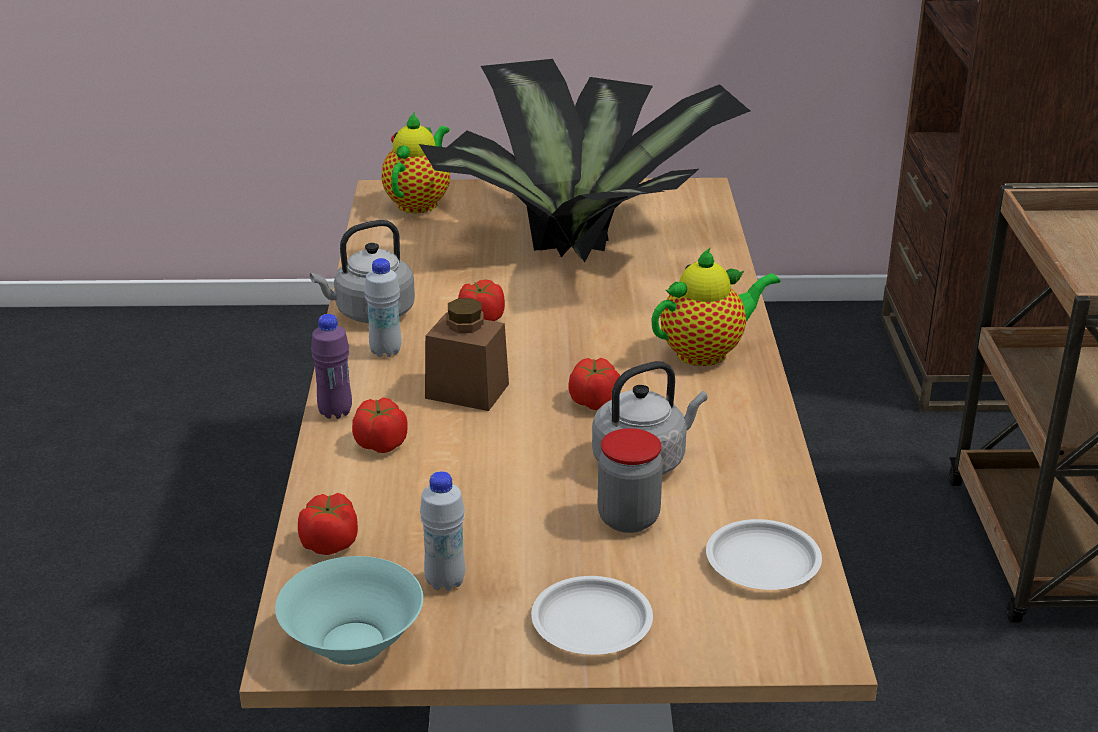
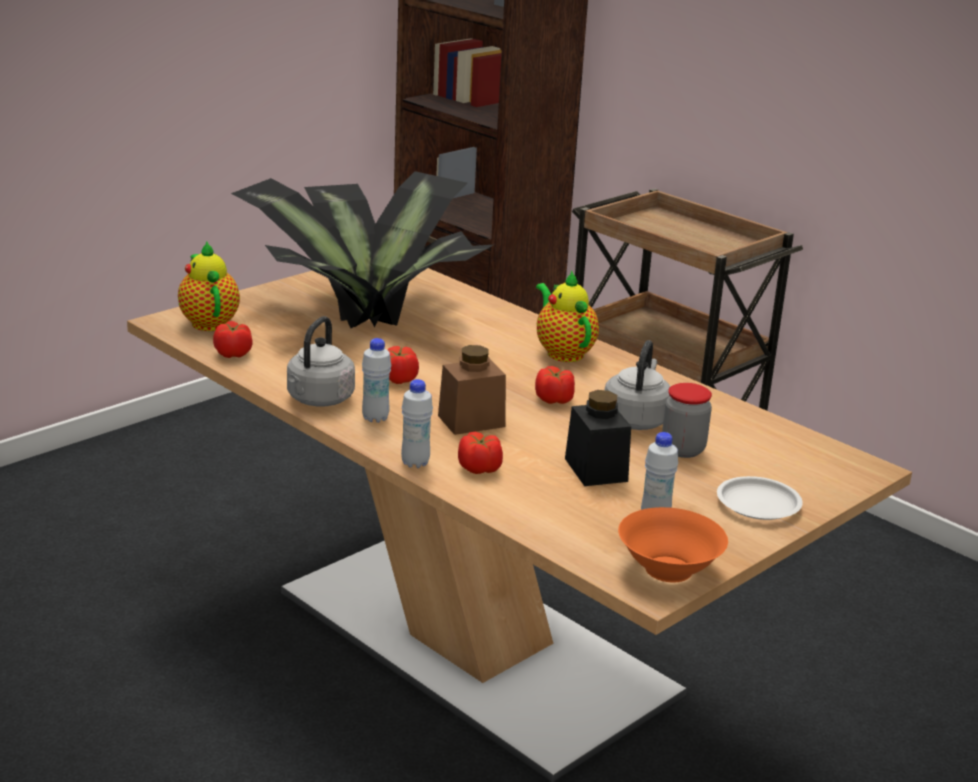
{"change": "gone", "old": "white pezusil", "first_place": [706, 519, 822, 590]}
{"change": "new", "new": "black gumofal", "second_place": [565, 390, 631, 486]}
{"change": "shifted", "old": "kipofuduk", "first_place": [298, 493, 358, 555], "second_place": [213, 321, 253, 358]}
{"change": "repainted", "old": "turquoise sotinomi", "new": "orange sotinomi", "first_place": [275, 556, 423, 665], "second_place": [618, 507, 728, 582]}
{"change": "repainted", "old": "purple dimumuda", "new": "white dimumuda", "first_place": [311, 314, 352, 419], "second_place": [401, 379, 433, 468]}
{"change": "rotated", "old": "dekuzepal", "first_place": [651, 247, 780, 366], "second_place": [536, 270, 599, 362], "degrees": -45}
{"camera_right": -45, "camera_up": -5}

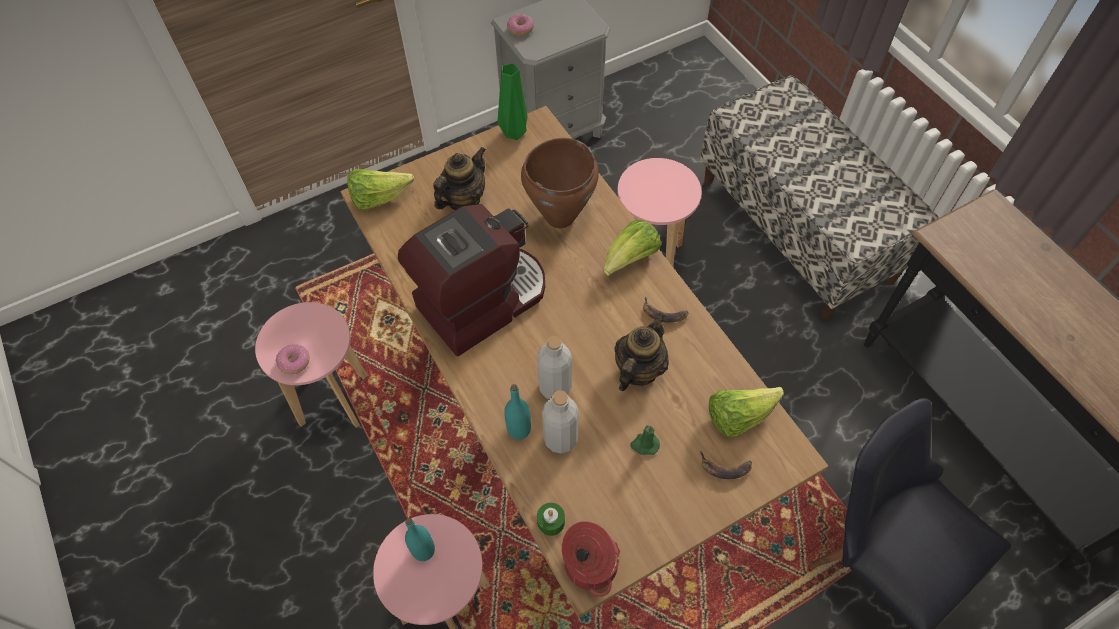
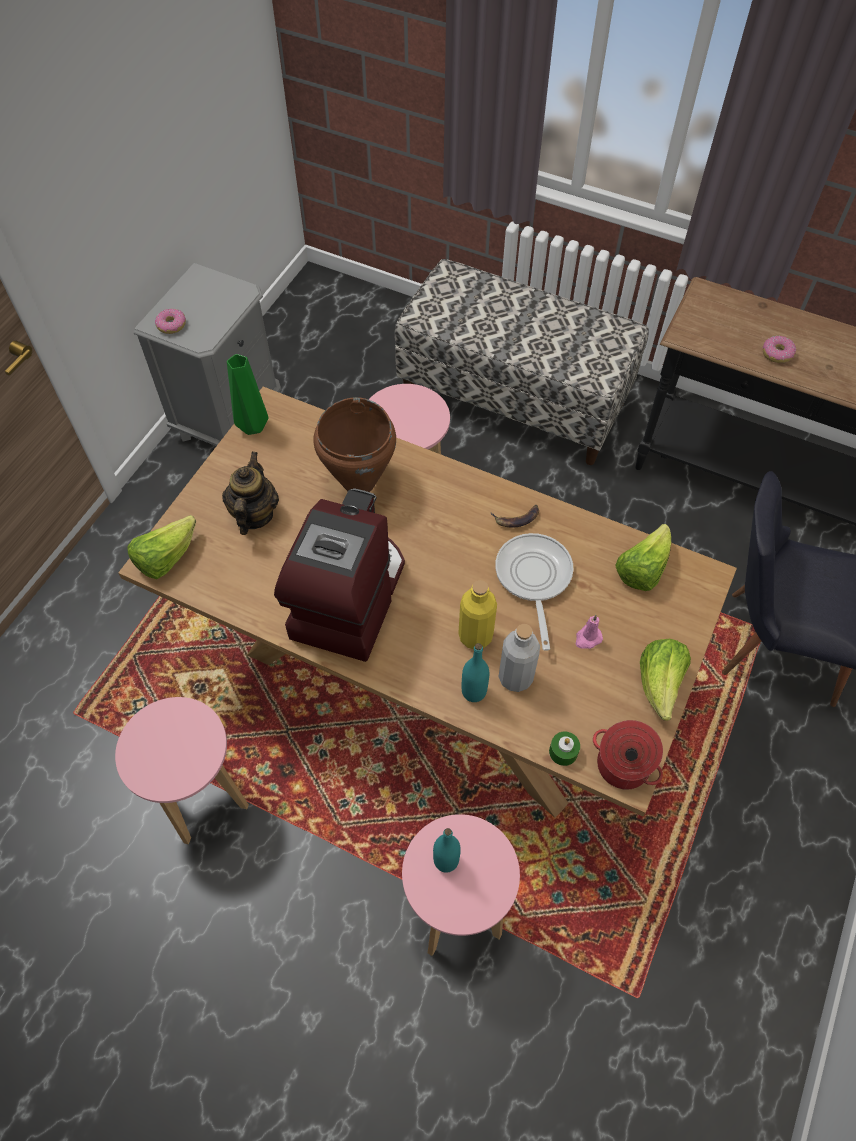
{"change": "gone", "old": "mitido", "first_place": [700, 450, 752, 479]}
{"change": "shifted", "old": "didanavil", "first_place": [276, 344, 310, 374], "second_place": [763, 336, 796, 363]}
{"change": "shifted", "old": "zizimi", "first_place": [604, 220, 661, 276], "second_place": [640, 639, 691, 721]}
{"change": "swapped", "old": "dekuzepal", "new": "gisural", "first_place": [614, 313, 669, 391], "second_place": [495, 533, 573, 651]}
{"change": "repainted", "old": "grey dimumuda", "new": "yellow dimumuda", "first_place": [537, 335, 572, 399], "second_place": [459, 580, 497, 649]}
{"change": "repainted", "old": "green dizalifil", "new": "pink dizalifil", "first_place": [630, 425, 660, 455], "second_place": [576, 615, 603, 649]}
{"camera_right": -35, "camera_up": 0}

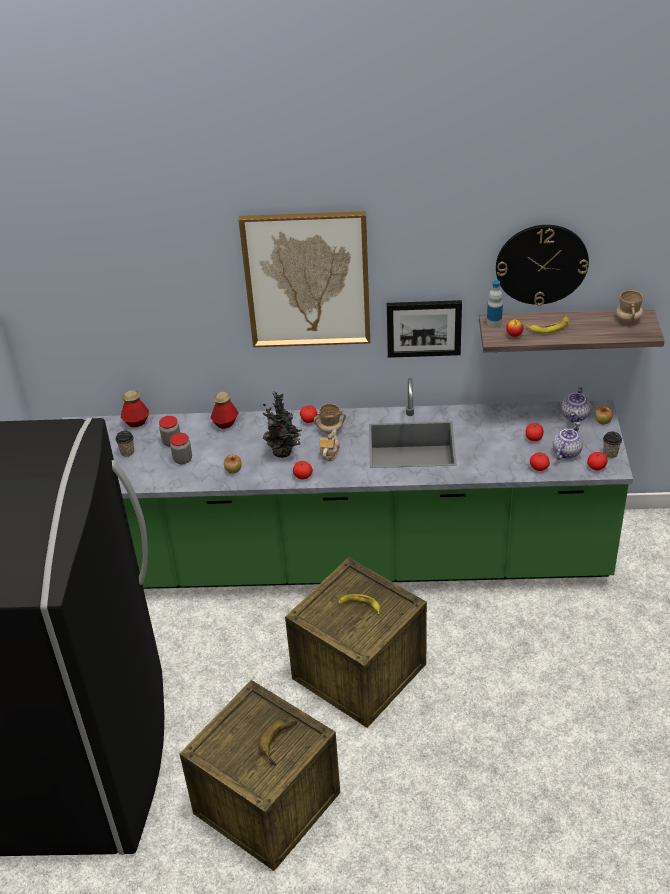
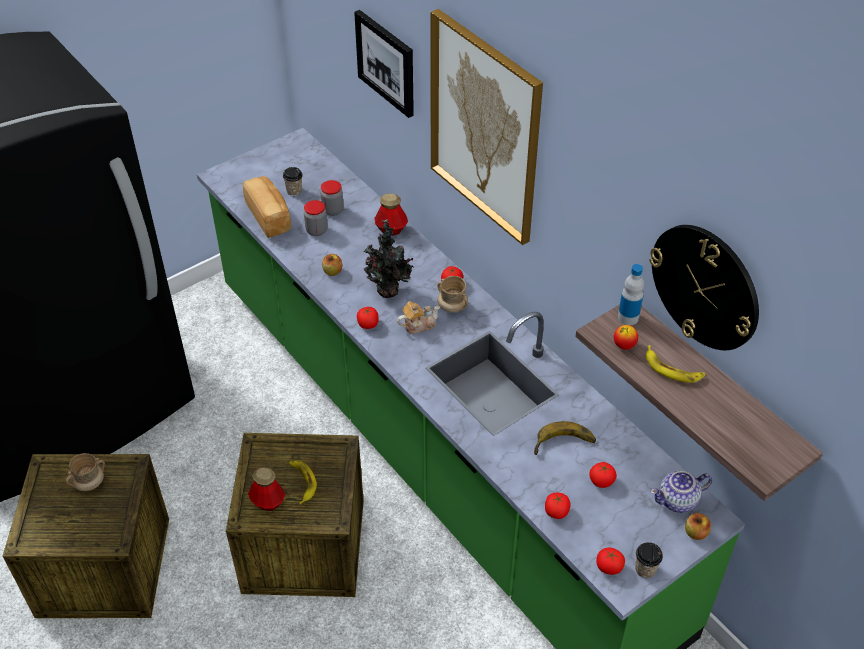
{"change": "gone", "old": "dekuzepal", "first_place": [553, 422, 583, 460]}
{"change": "new", "new": "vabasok", "second_place": [243, 176, 291, 238]}
{"change": "shifted", "old": "dimumuda", "first_place": [121, 390, 149, 427], "second_place": [248, 467, 285, 511]}
{"change": "shifted", "old": "mitido", "first_place": [259, 718, 297, 766], "second_place": [534, 421, 596, 455]}
{"change": "shifted", "old": "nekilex", "first_place": [387, 300, 462, 358], "second_place": [354, 10, 414, 118]}
{"change": "shifted", "old": "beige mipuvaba", "first_place": [616, 290, 643, 323], "second_place": [66, 453, 105, 491]}
{"camera_right": 50, "camera_up": 5}

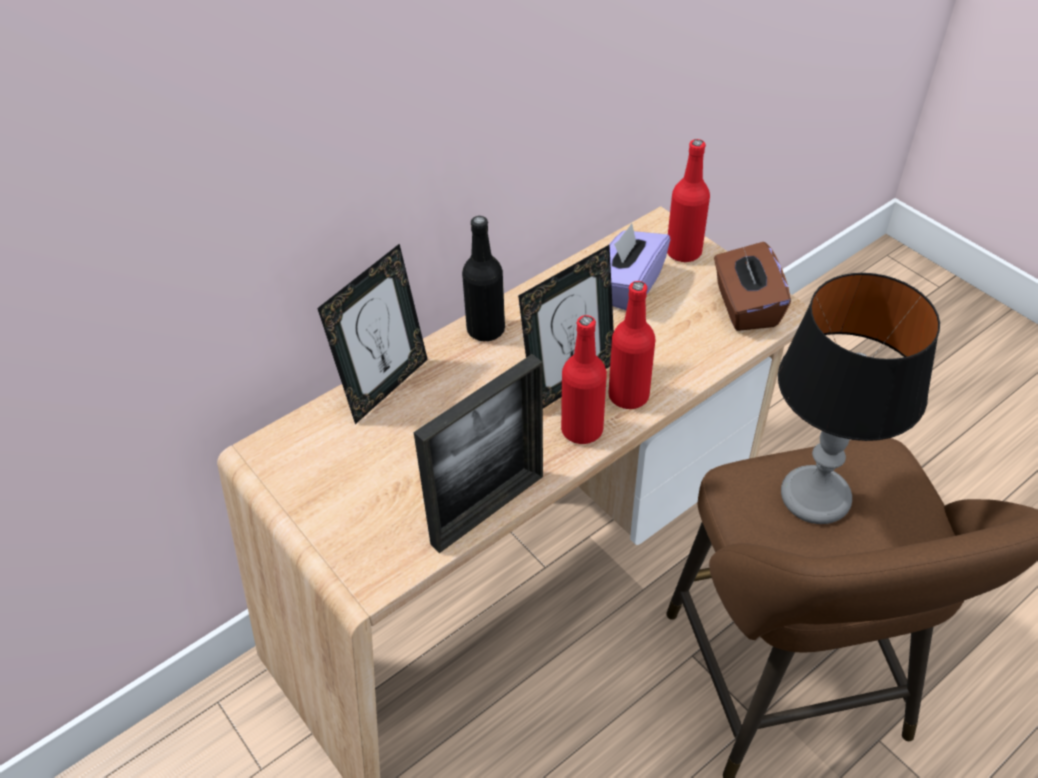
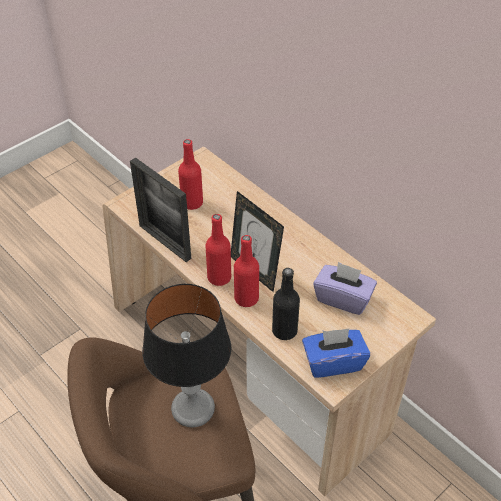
{"change": "gone", "old": "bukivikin", "first_place": [317, 244, 428, 424]}
{"change": "shifted", "old": "black dimumuda", "first_place": [462, 216, 505, 341], "second_place": [272, 268, 300, 340]}
{"change": "shifted", "old": "red dimumuda", "first_place": [667, 139, 710, 262], "second_place": [178, 139, 203, 210]}
{"change": "repainted", "old": "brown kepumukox", "new": "blue kepumukox", "first_place": [714, 242, 791, 331], "second_place": [302, 328, 370, 378]}
{"camera_right": 85, "camera_up": 0}

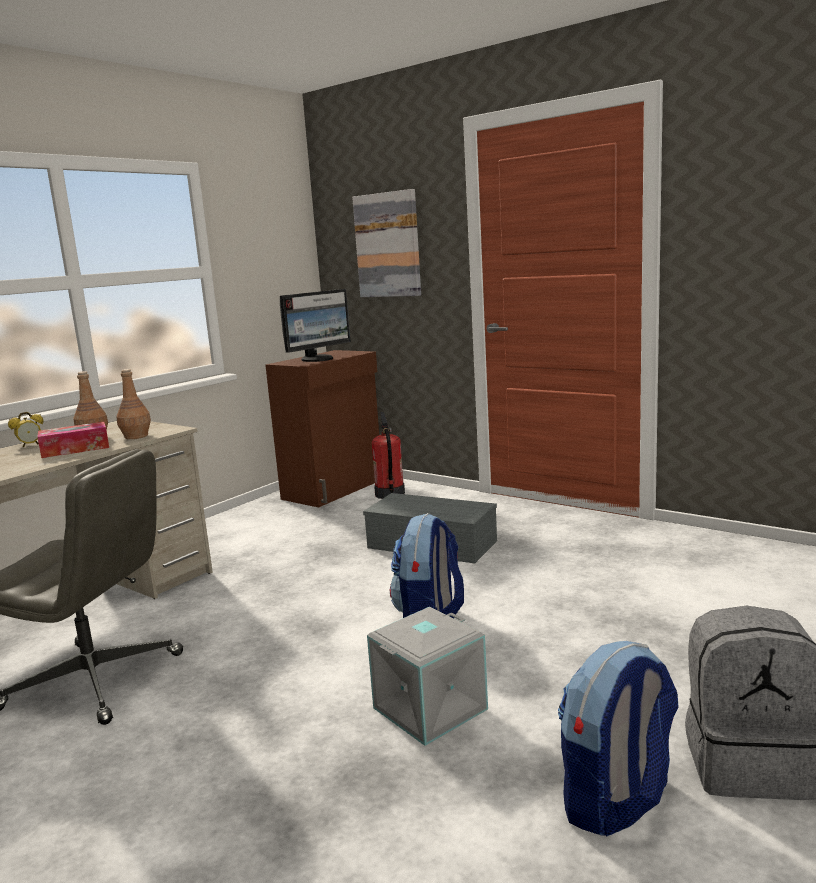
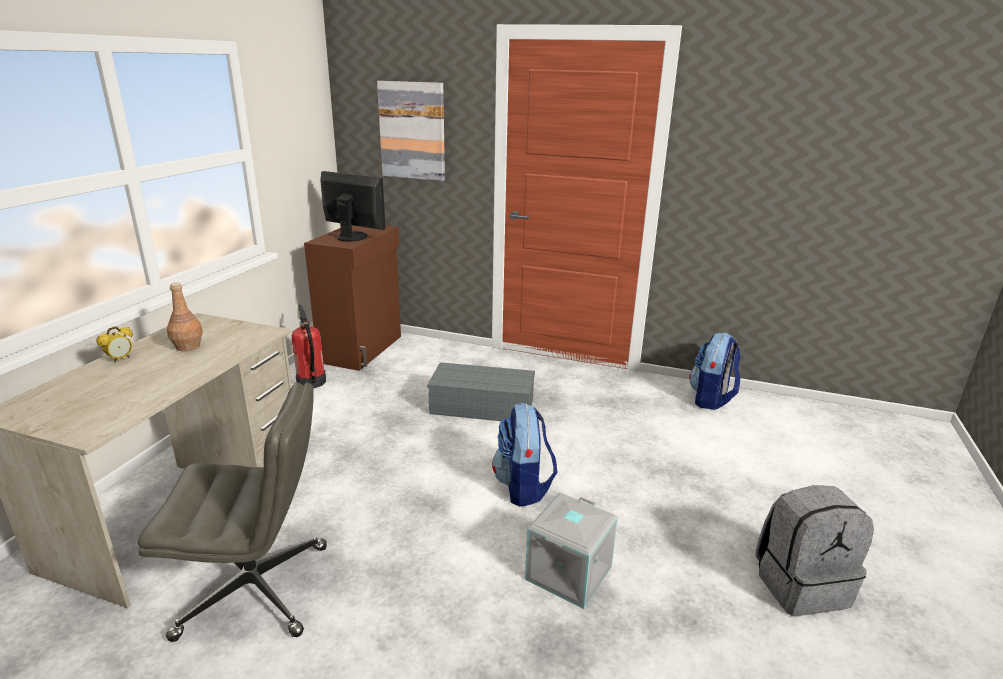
{"change": "gone", "old": "kepumukox", "first_place": [37, 422, 109, 458]}
{"change": "gone", "old": "brown dimumuda", "first_place": [116, 369, 151, 439]}
{"change": "shifted", "old": "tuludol", "first_place": [372, 412, 405, 499], "second_place": [291, 304, 326, 388]}
{"change": "shifted", "old": "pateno", "first_place": [558, 641, 679, 836], "second_place": [689, 333, 741, 410]}
{"change": "rotated", "old": "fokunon", "first_place": [280, 289, 351, 362], "second_place": [320, 171, 386, 242], "degrees": -90}
{"camera_right": -20, "camera_up": 10}

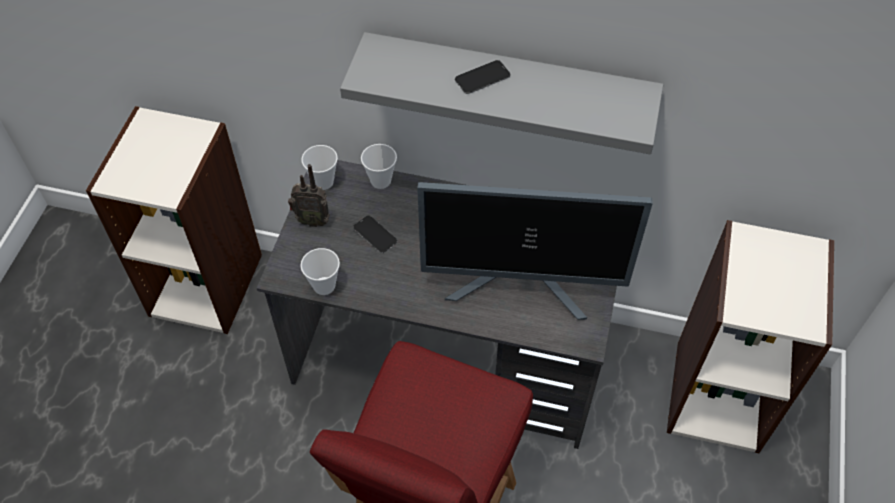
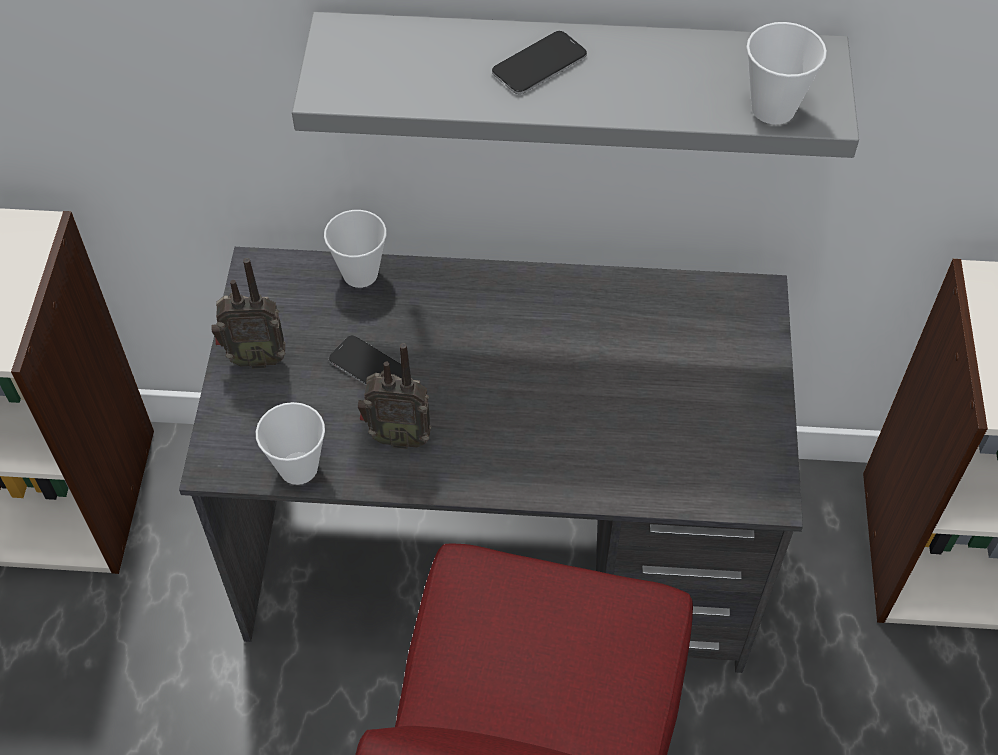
{"change": "gone", "old": "fokunon", "first_place": [417, 182, 653, 320]}
{"change": "new", "new": "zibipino", "second_place": [358, 343, 431, 449]}
{"change": "shifted", "old": "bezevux", "first_place": [301, 145, 338, 190], "second_place": [747, 22, 827, 124]}
{"camera_right": -10, "camera_up": 0}

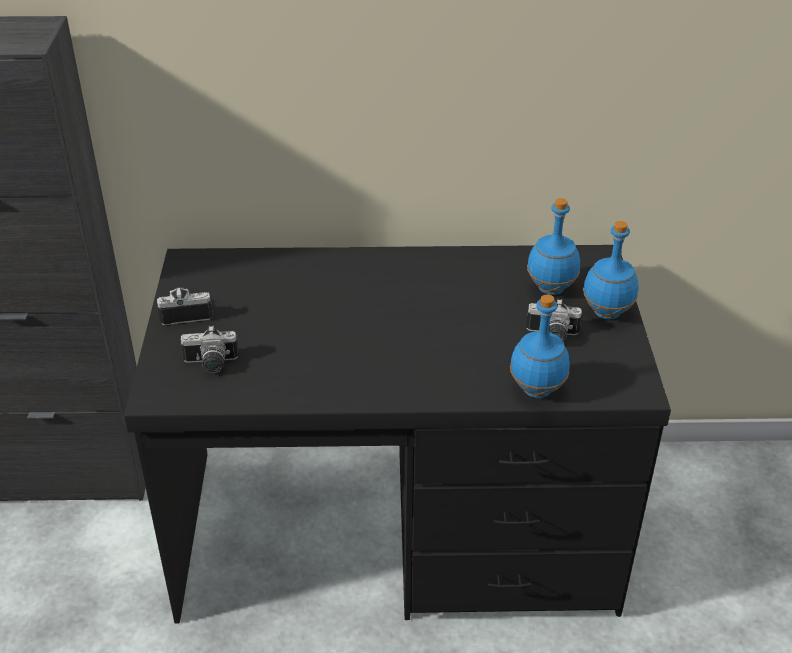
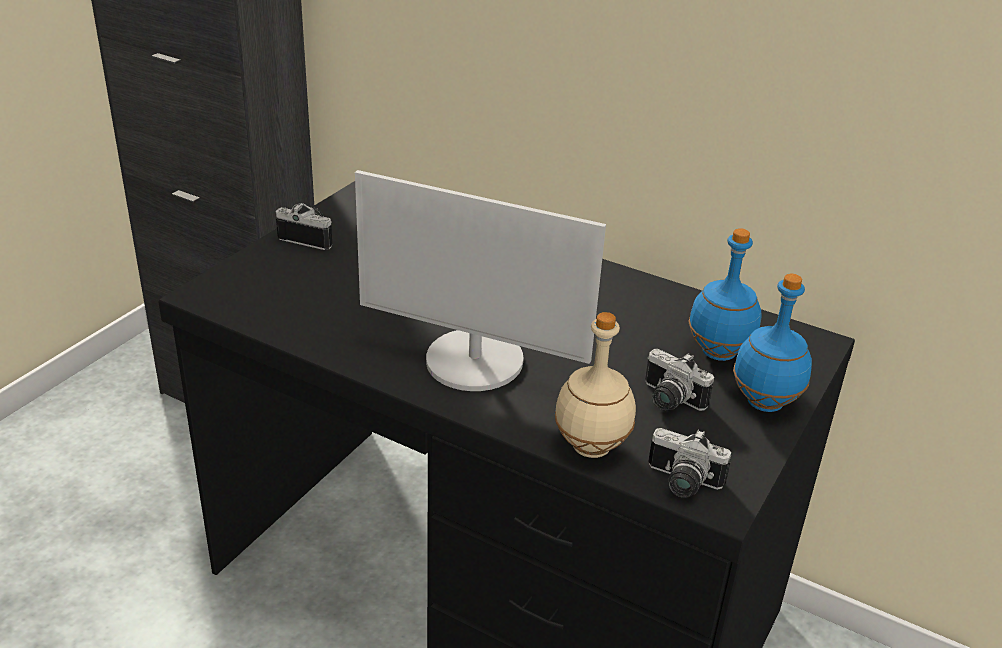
{"change": "new", "new": "fokunon", "second_place": [355, 170, 606, 391]}
{"change": "shifted", "old": "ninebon", "first_place": [181, 325, 239, 373], "second_place": [648, 428, 731, 498]}
{"change": "repainted", "old": "blue dimumuda", "new": "beige dimumuda", "first_place": [510, 294, 570, 398], "second_place": [554, 312, 636, 458]}
{"camera_right": 30, "camera_up": -5}

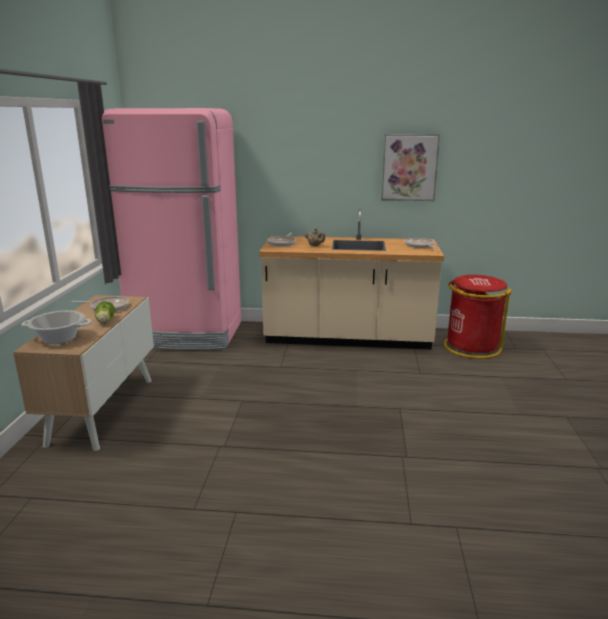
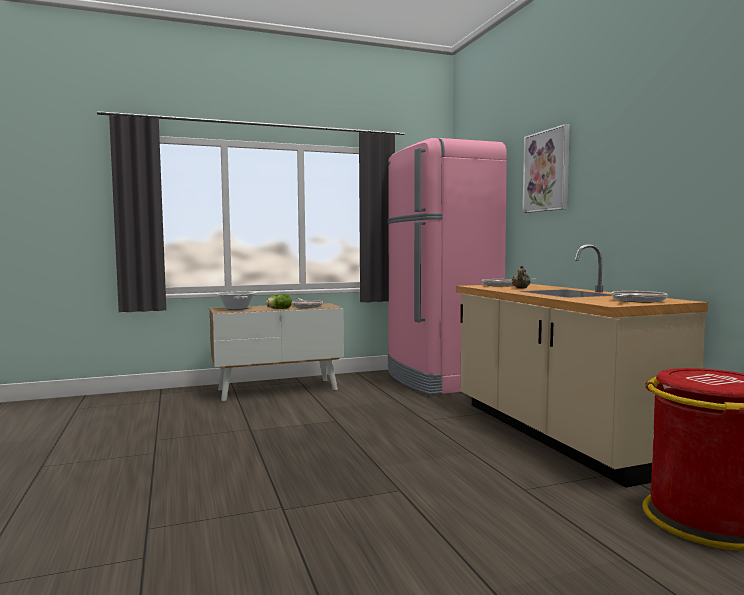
{"change": "shifted", "old": "nekilex", "first_place": [382, 134, 440, 201], "second_place": [523, 124, 570, 213]}
{"camera_right": 65, "camera_up": -15}

